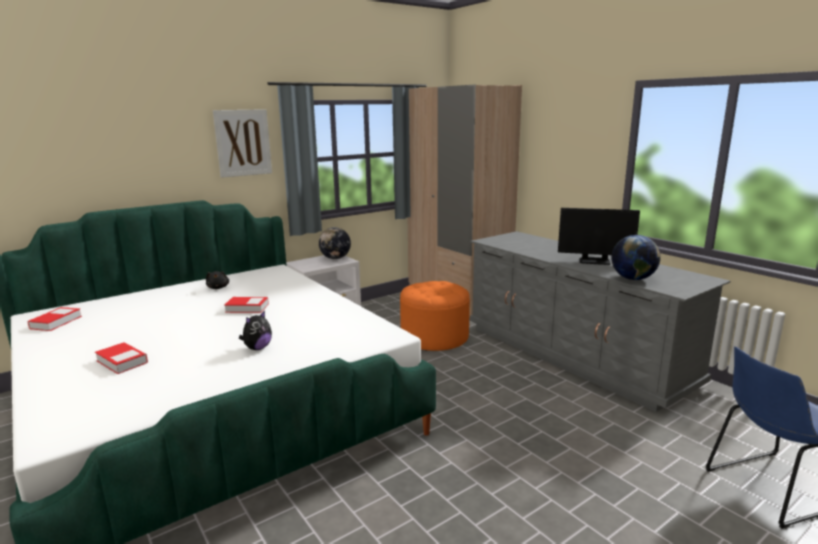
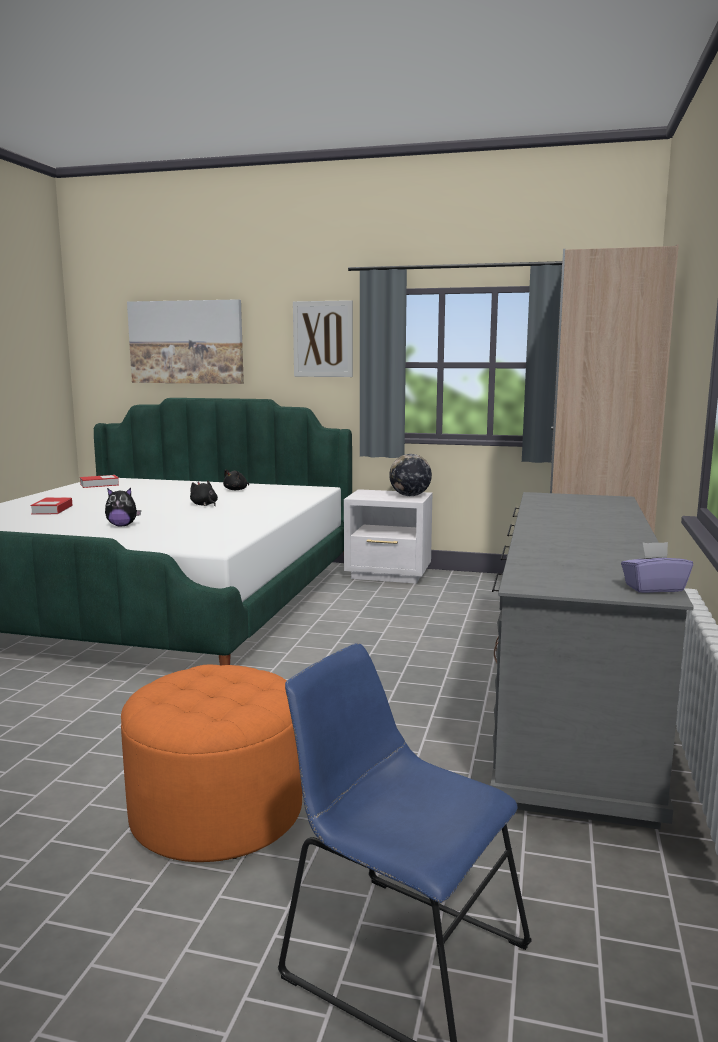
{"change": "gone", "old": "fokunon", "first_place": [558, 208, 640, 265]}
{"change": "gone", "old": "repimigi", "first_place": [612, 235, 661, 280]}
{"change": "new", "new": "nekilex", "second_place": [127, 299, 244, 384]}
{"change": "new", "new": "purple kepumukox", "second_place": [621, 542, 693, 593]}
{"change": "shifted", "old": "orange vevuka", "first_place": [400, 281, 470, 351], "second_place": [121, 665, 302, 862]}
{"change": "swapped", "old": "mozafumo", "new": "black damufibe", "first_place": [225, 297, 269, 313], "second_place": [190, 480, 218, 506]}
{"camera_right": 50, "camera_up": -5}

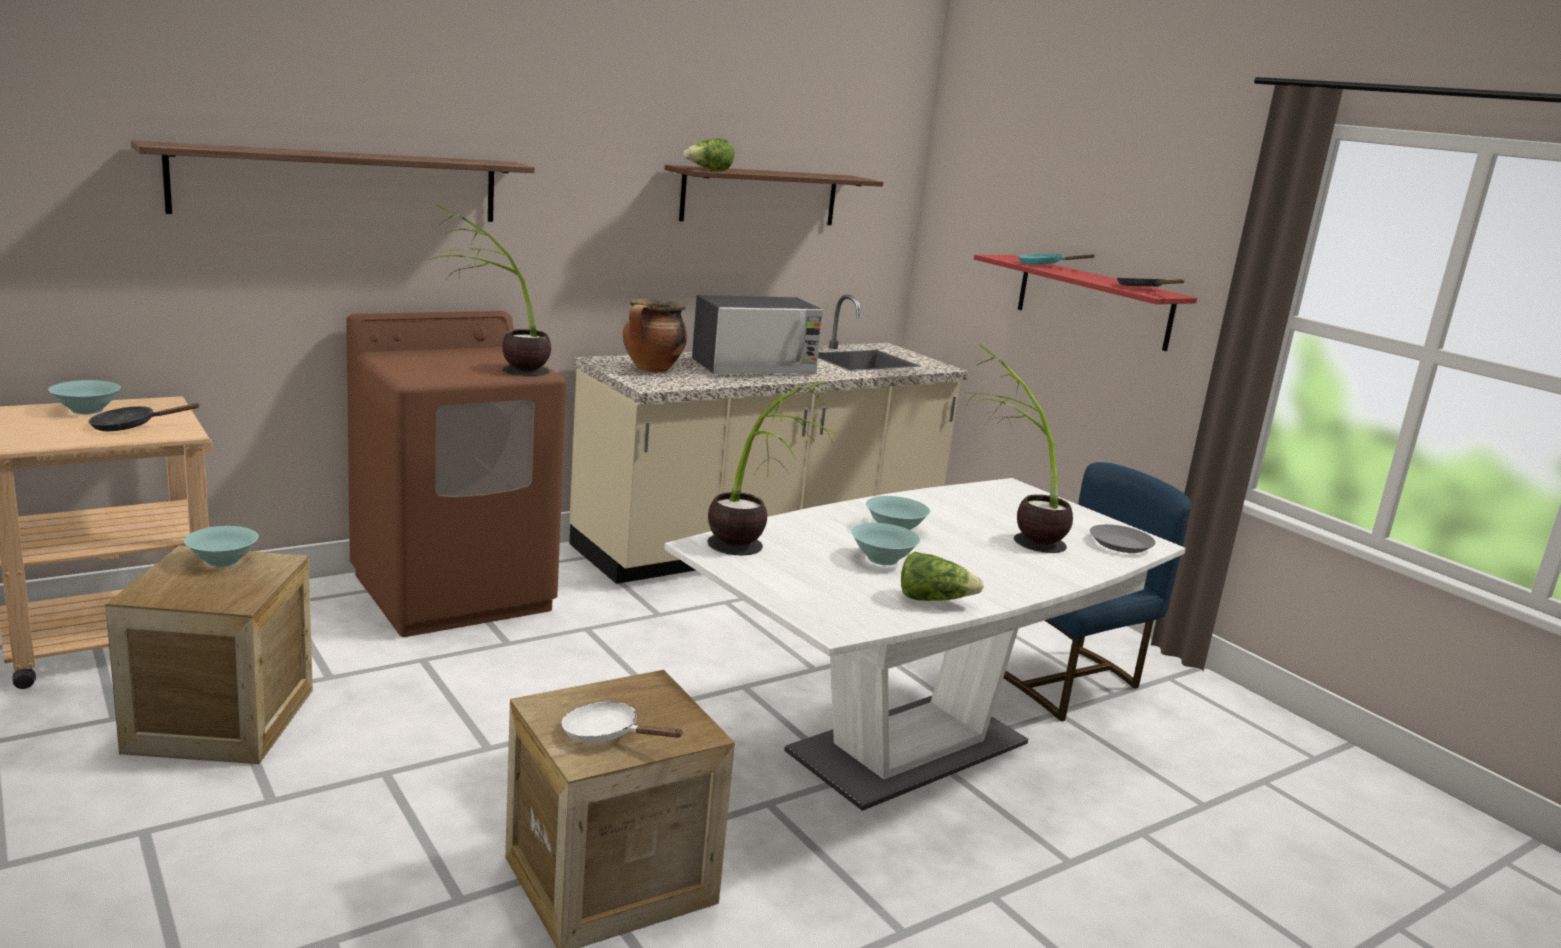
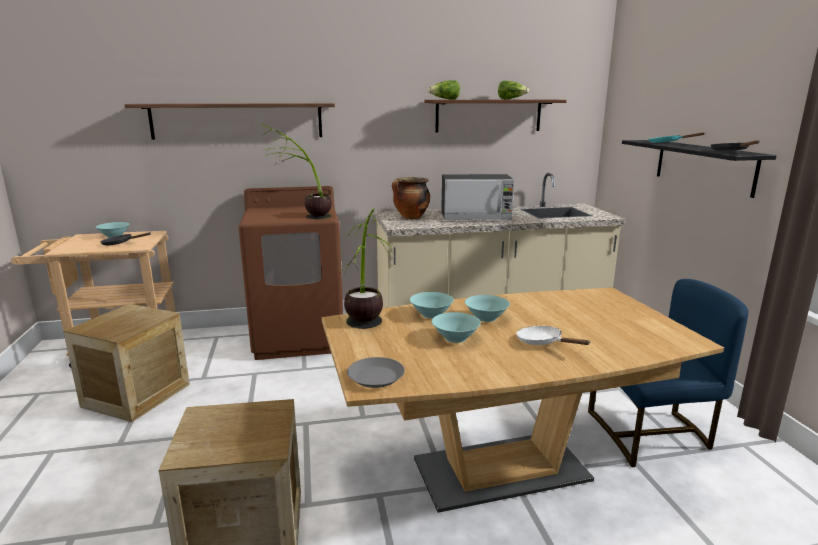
{"change": "gone", "old": "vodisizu", "first_place": [964, 344, 1073, 553]}
{"change": "shifted", "old": "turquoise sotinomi", "first_place": [184, 526, 259, 567], "second_place": [410, 292, 454, 318]}
{"change": "shifted", "old": "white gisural", "first_place": [561, 702, 684, 743], "second_place": [516, 326, 591, 345]}
{"change": "shifted", "old": "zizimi", "first_place": [901, 552, 984, 601], "second_place": [498, 81, 529, 99]}
{"change": "shifted", "old": "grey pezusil", "first_place": [1090, 524, 1156, 553], "second_place": [347, 357, 405, 388]}
{"change": "repainted", "old": "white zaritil", "new": "brown zaritil", "first_place": [664, 478, 1186, 811], "second_place": [322, 288, 724, 513]}
{"change": "repainted", "old": "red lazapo", "new": "black lazapo", "first_place": [974, 255, 1197, 351], "second_place": [622, 140, 776, 198]}
{"camera_right": 25, "camera_up": 0}

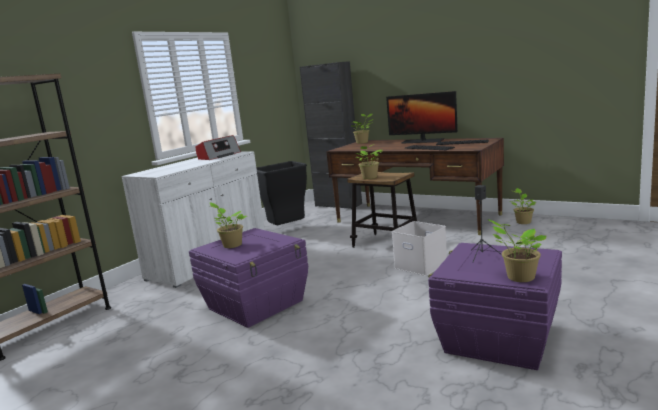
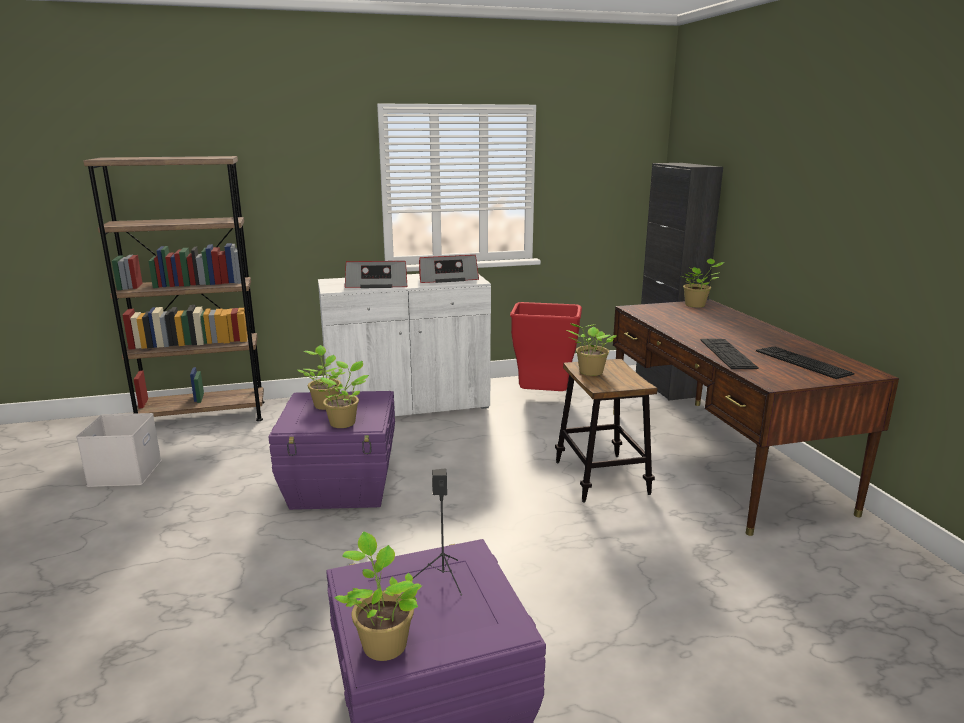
{"change": "gone", "old": "fokunon", "first_place": [386, 91, 458, 144]}
{"change": "new", "new": "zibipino", "second_place": [345, 261, 407, 288]}
{"change": "shifted", "old": "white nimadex", "first_place": [392, 221, 447, 276], "second_place": [76, 413, 162, 487]}
{"change": "shifted", "old": "vodisizu", "first_place": [510, 188, 536, 224], "second_place": [315, 361, 369, 428]}
{"change": "repainted", "old": "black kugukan", "new": "red kugukan", "first_place": [256, 161, 307, 225], "second_place": [510, 302, 582, 391]}
{"camera_right": 40, "camera_up": 5}

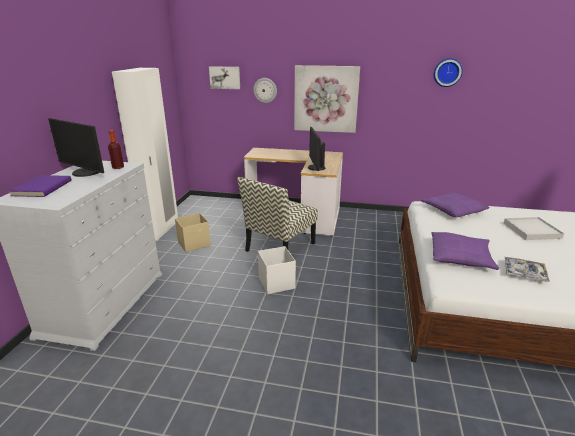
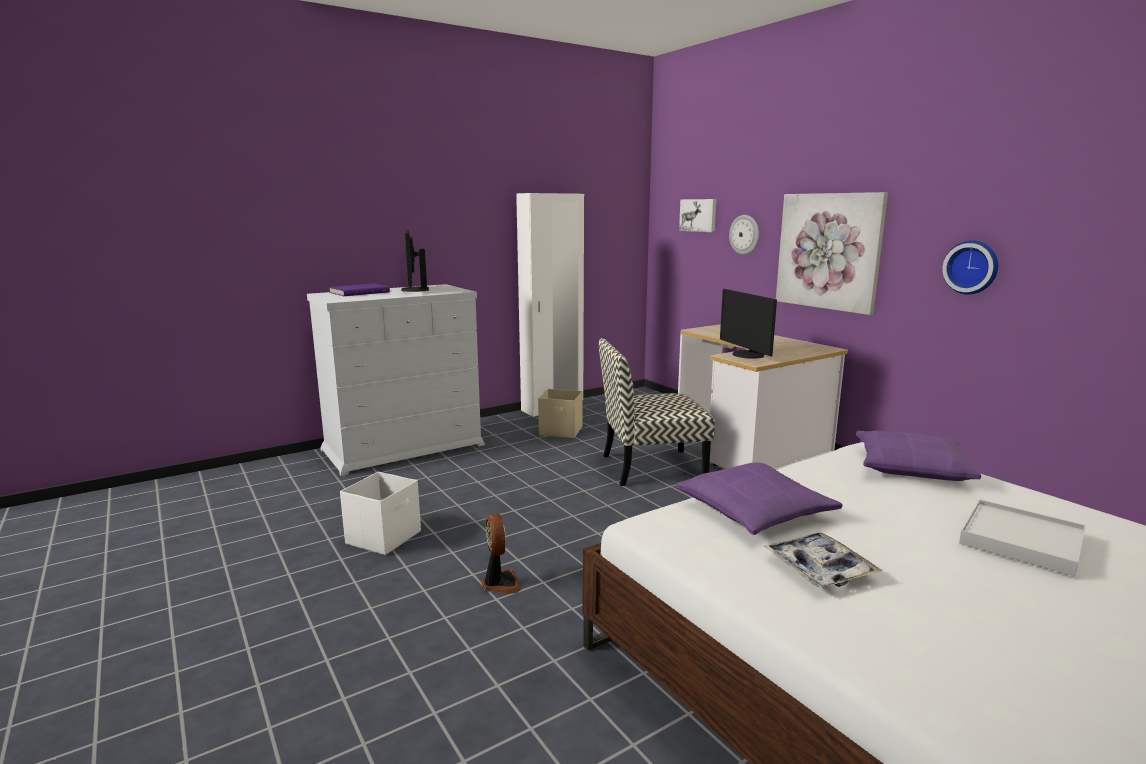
{"change": "gone", "old": "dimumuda", "first_place": [108, 130, 124, 169]}
{"change": "new", "new": "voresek", "second_place": [481, 514, 521, 593]}
{"change": "shifted", "old": "white nimadex", "first_place": [258, 246, 296, 294], "second_place": [340, 472, 421, 555]}
{"change": "shifted", "old": "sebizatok", "first_place": [434, 58, 463, 87], "second_place": [942, 240, 998, 294]}
{"change": "rotated", "old": "fokunon", "first_place": [308, 127, 325, 171], "second_place": [720, 289, 777, 359], "degrees": -60}
{"camera_right": 45, "camera_up": -10}

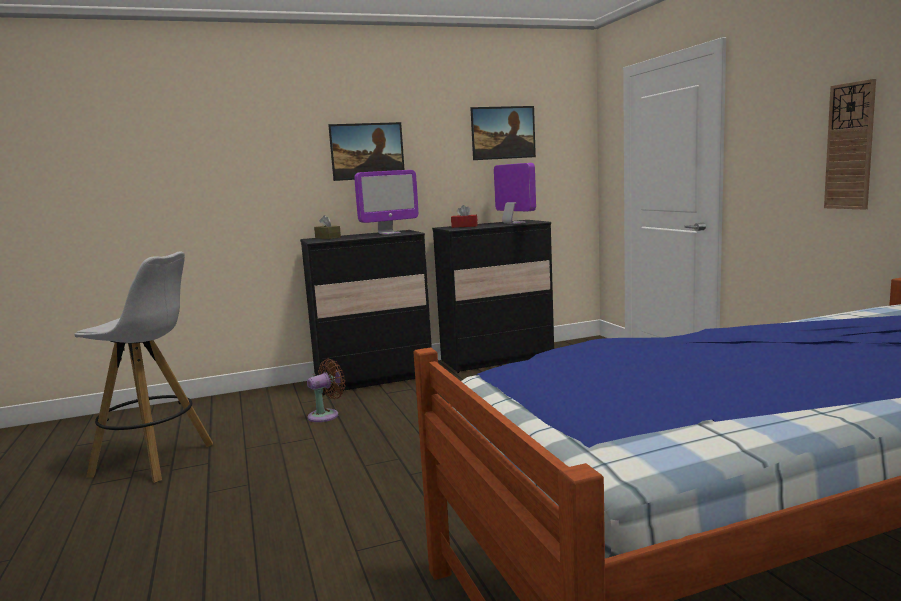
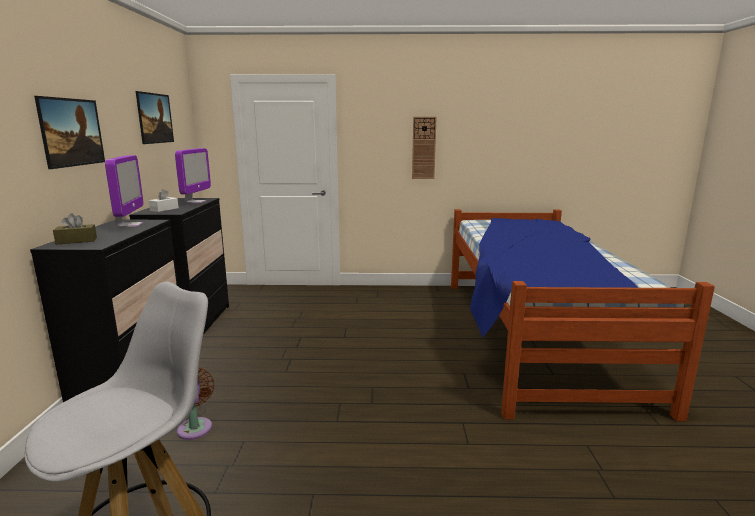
{"change": "repainted", "old": "red kepumukox", "new": "white kepumukox", "first_place": [451, 205, 478, 228], "second_place": [149, 189, 179, 212]}
{"change": "rotated", "old": "fokunon", "first_place": [494, 163, 536, 224], "second_place": [175, 148, 211, 203], "degrees": 105}
{"camera_right": -70, "camera_up": 5}

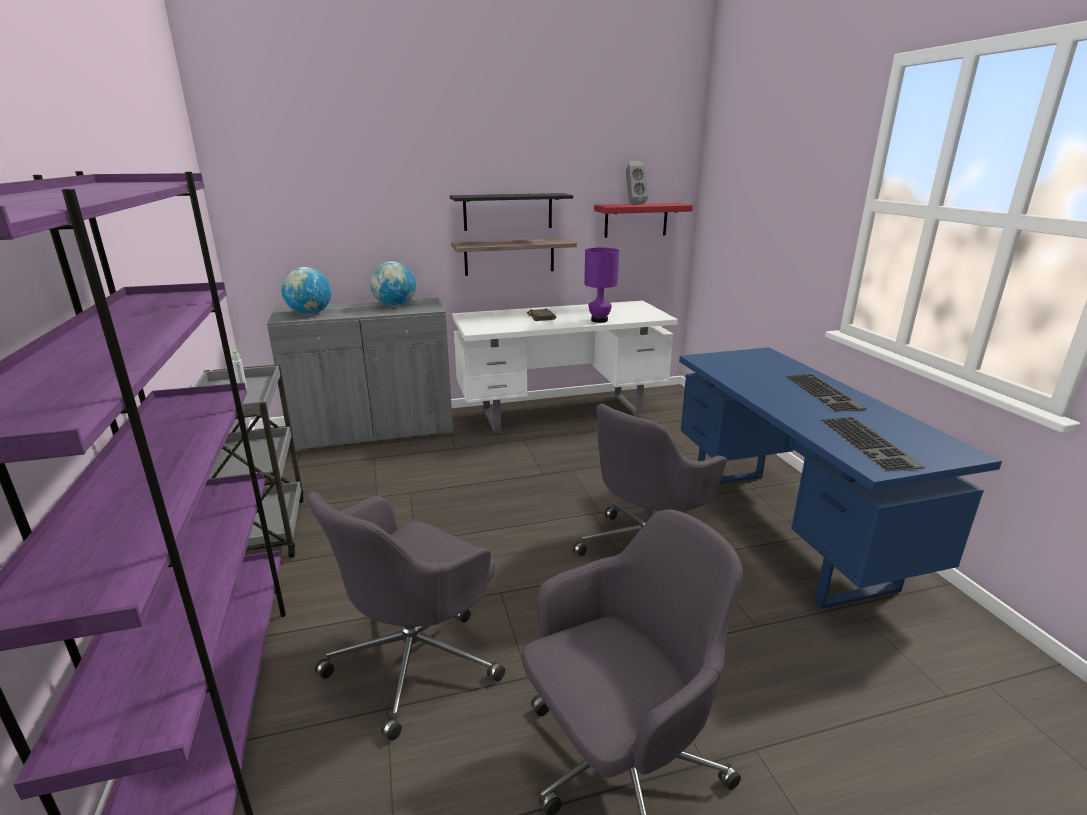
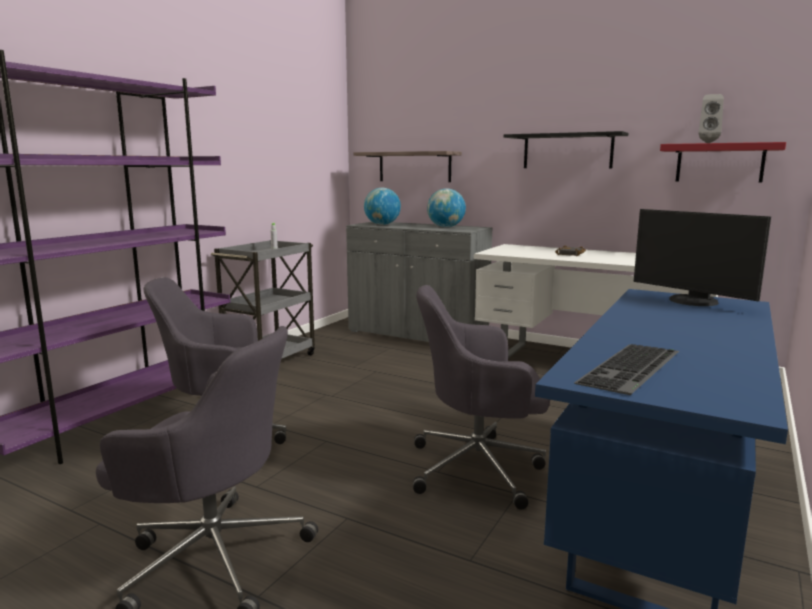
{"change": "gone", "old": "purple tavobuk", "first_place": [584, 248, 619, 323]}
{"change": "gone", "old": "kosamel", "first_place": [785, 374, 867, 412]}
{"change": "new", "new": "fokunon", "second_place": [634, 209, 771, 306]}
{"change": "shifted", "old": "lazapo", "first_place": [451, 238, 577, 276], "second_place": [354, 151, 462, 182]}
{"camera_right": 45, "camera_up": -10}

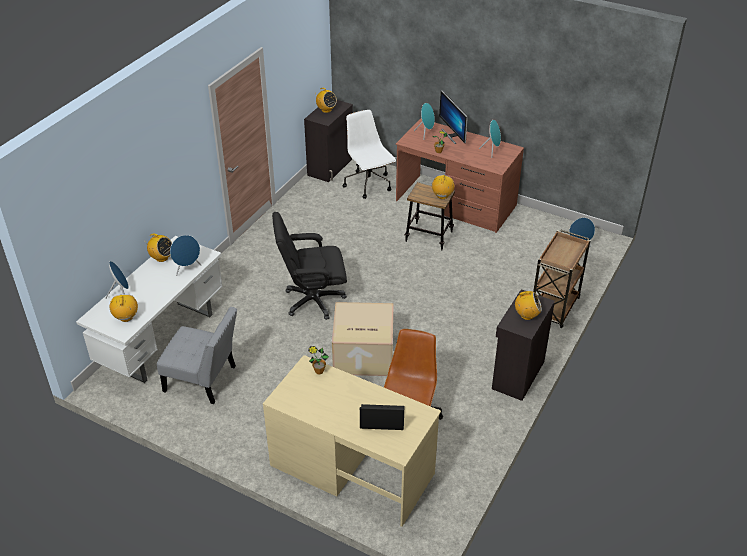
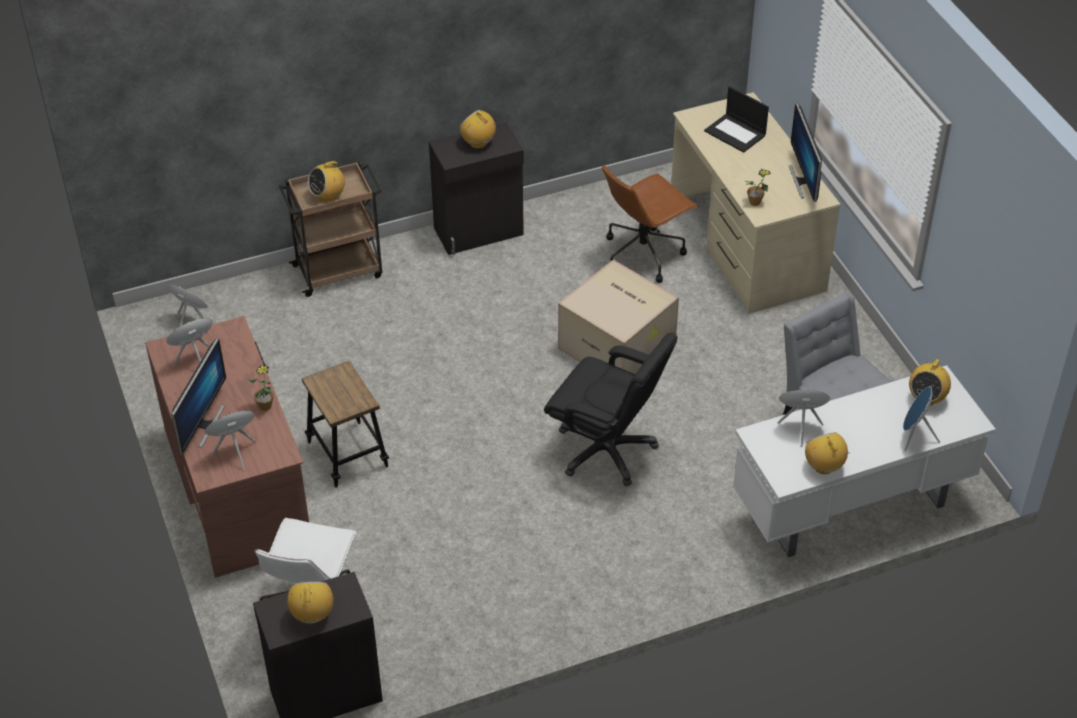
{"change": "new", "new": "fokunon", "second_place": [789, 103, 822, 202]}
{"change": "shifted", "old": "zibipino", "first_place": [432, 175, 455, 199], "second_place": [308, 161, 345, 203]}
{"camera_right": -140, "camera_up": 5}

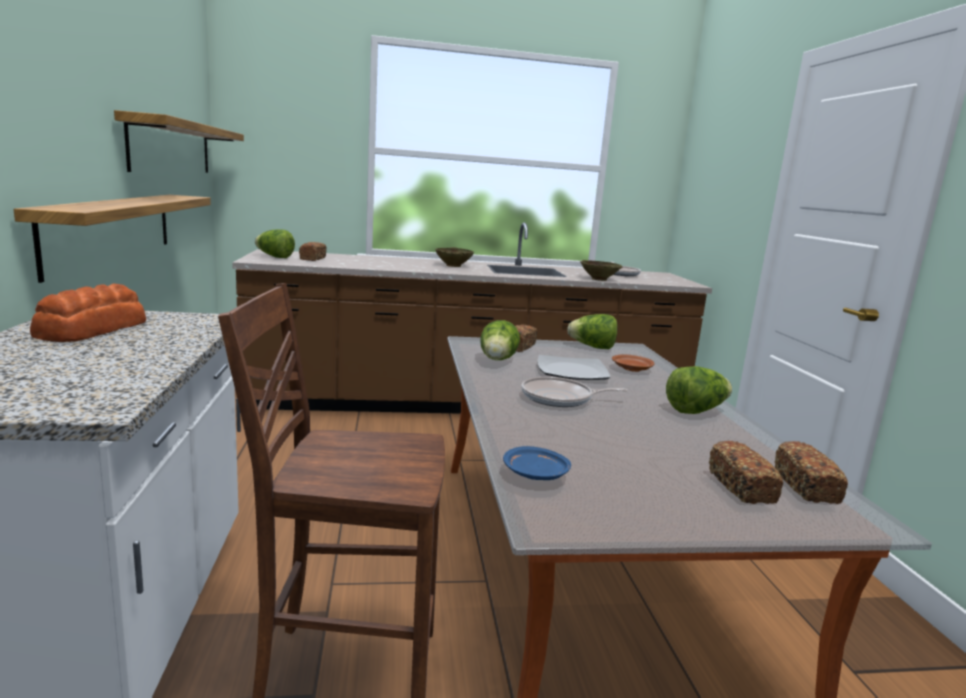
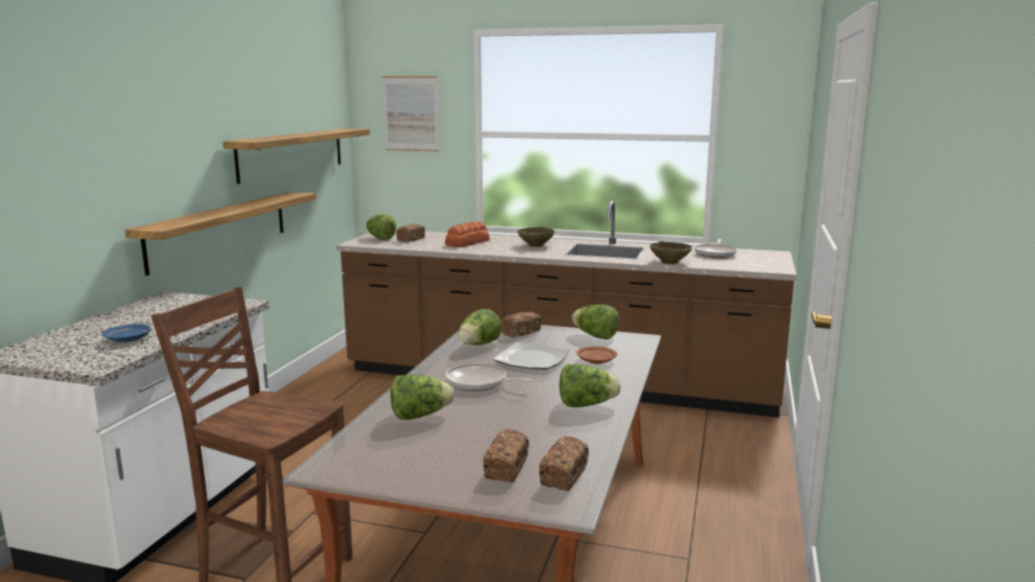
{"change": "new", "new": "nekilex", "second_place": [382, 76, 439, 152]}
{"change": "new", "new": "zizimi", "second_place": [390, 374, 454, 420]}
{"change": "shifted", "old": "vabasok", "first_place": [30, 283, 147, 342], "second_place": [445, 221, 490, 247]}
{"change": "shifted", "old": "blue pezusil", "first_place": [503, 446, 571, 480], "second_place": [102, 324, 151, 342]}
{"camera_right": 25, "camera_up": 0}

